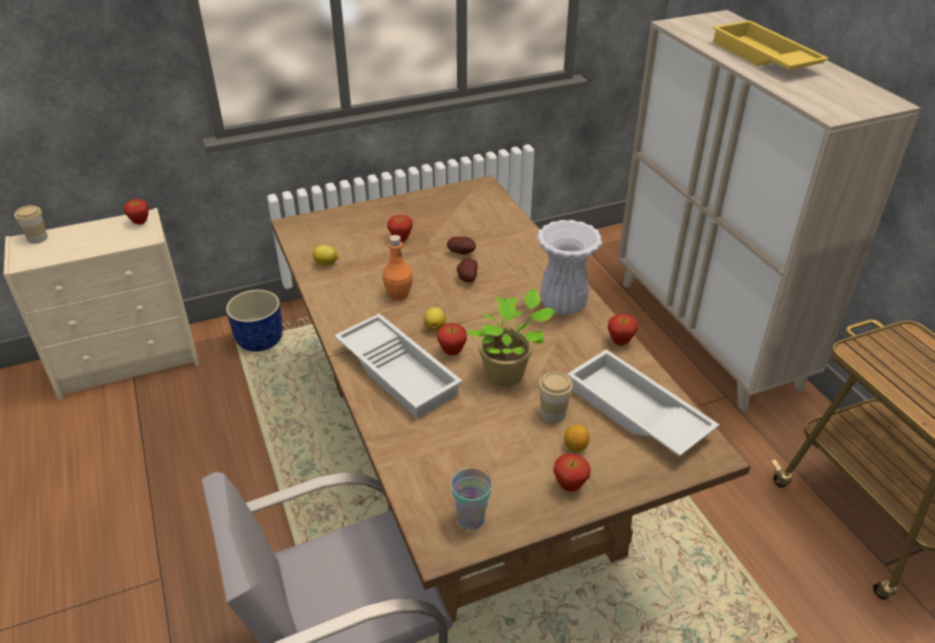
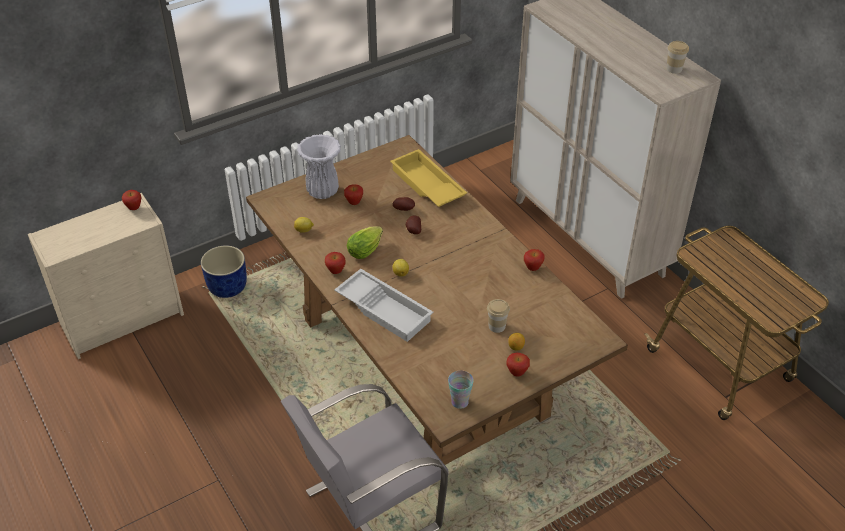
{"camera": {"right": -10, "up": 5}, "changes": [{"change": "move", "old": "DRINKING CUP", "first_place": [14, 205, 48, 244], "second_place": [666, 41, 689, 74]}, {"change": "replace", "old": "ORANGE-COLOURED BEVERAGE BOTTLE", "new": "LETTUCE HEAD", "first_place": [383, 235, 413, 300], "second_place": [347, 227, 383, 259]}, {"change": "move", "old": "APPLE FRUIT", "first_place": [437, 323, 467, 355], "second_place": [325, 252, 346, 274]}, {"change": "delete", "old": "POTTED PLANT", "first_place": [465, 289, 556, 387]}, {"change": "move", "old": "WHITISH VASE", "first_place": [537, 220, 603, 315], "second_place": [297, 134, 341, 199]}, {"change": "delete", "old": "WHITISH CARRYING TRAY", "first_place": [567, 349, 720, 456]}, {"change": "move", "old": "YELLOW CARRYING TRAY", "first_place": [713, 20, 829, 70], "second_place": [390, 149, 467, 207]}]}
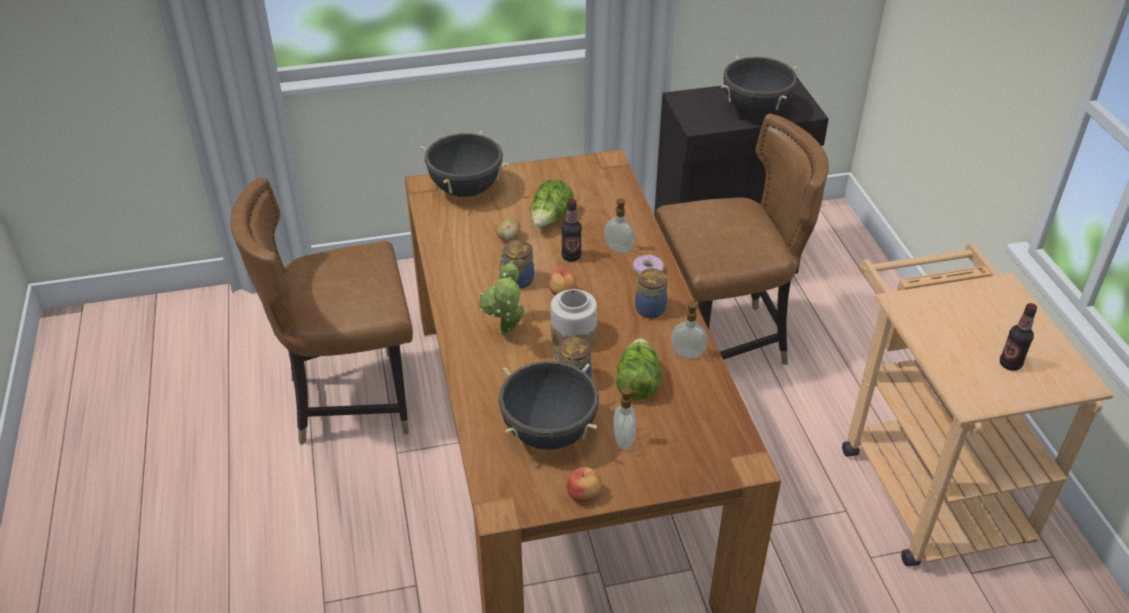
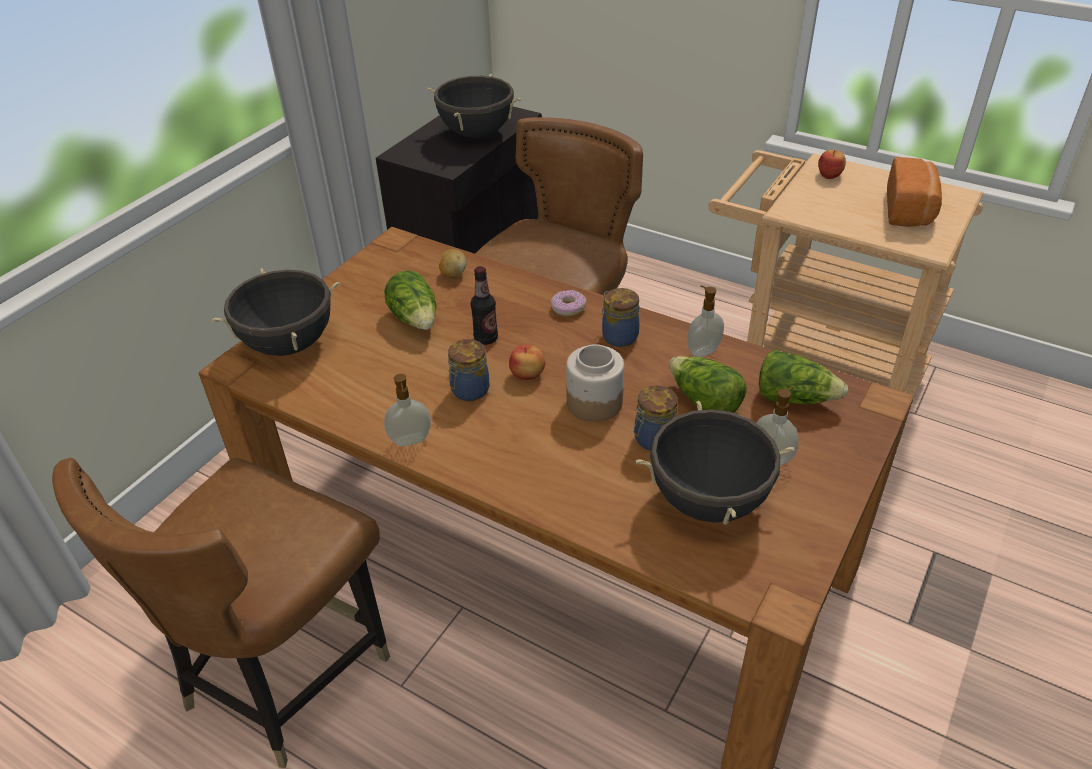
{"camera": {"right": -45, "up": 0}, "changes": [{"change": "delete", "old": "POTTED PLANT", "first_place": [479, 261, 527, 335]}, {"change": "move", "old": "WHOLE POTATO", "first_place": [496, 217, 521, 241], "second_place": [439, 249, 467, 277]}, {"change": "move", "old": "APPLE FRUIT", "first_place": [567, 467, 602, 502], "second_place": [818, 150, 846, 179]}, {"change": "move", "old": "SOAP BOTTLE", "first_place": [604, 198, 635, 253], "second_place": [384, 374, 431, 446]}, {"change": "replace", "old": "BEVERAGE BOTTLE", "new": "BREAD", "first_place": [1000, 303, 1037, 371], "second_place": [887, 157, 942, 227]}, {"change": "insert", "new": "LETTUCE HEAD", "second_place": [759, 350, 849, 404]}]}
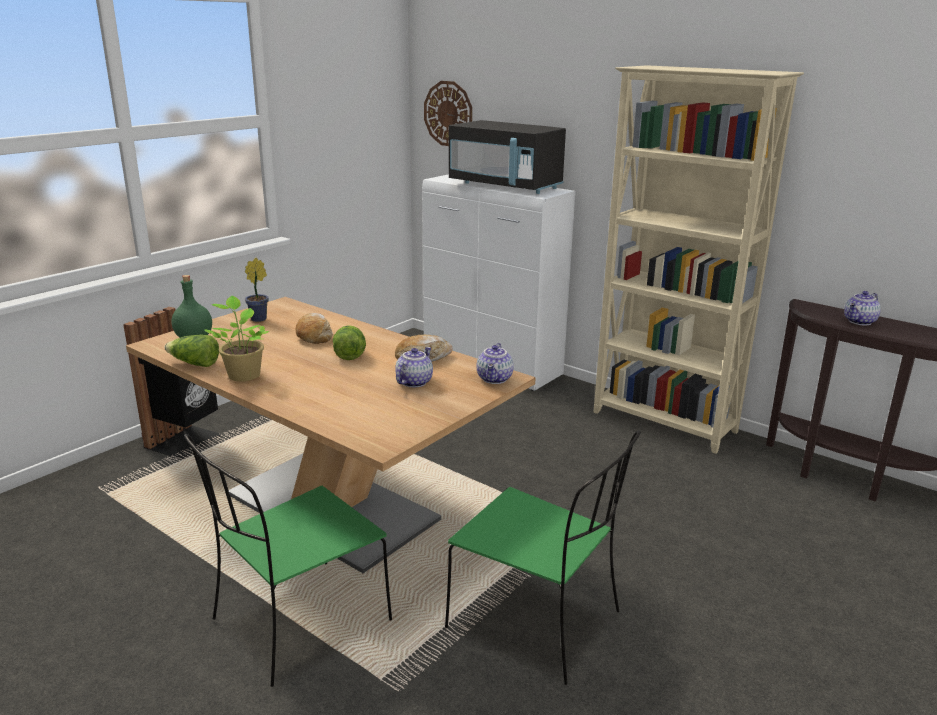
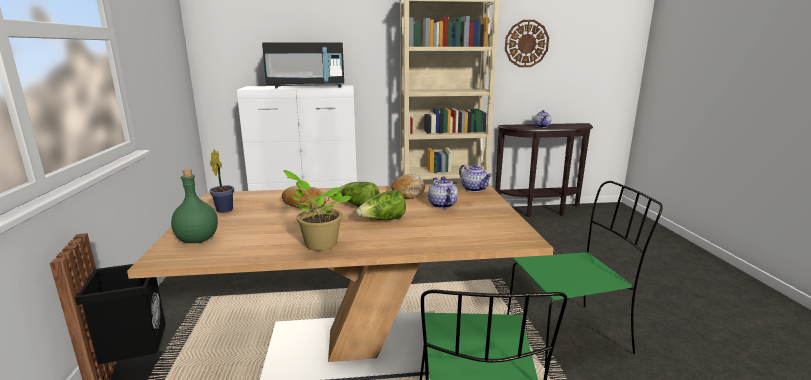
{"camera": {"right": -45, "up": -5}, "changes": [{"change": "move", "old": "LETTUCE HEAD", "first_place": [164, 334, 219, 367], "second_place": [356, 190, 406, 220]}, {"change": "move", "old": "CLOCK ON THE WALL", "first_place": [424, 81, 472, 146], "second_place": [505, 20, 549, 67]}]}
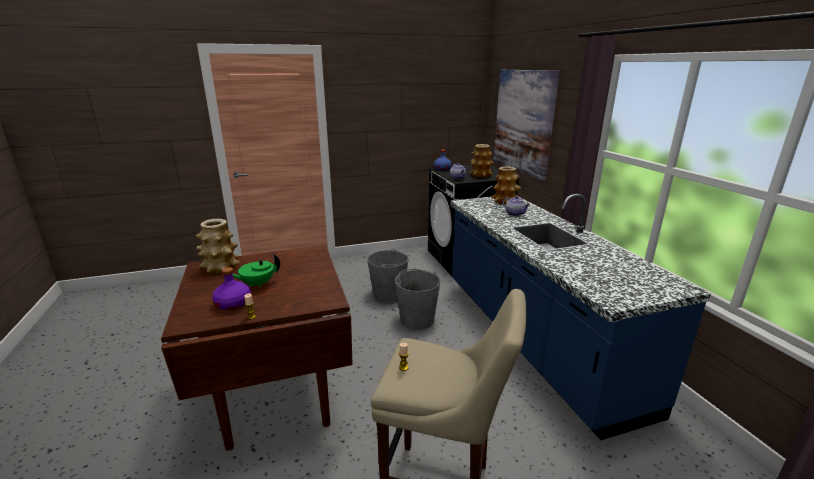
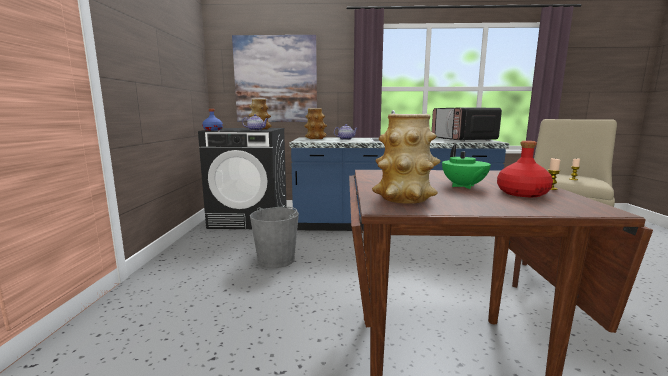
{"camera": {"right": -70, "up": -10}, "changes": [{"change": "recolor", "old": "PURPLE BEVERAGE BOTTLE", "new": "REDDISH BEVERAGE BOTTLE", "first_place": [212, 267, 251, 310], "second_place": [497, 141, 553, 197]}, {"change": "delete", "old": "GRAY WATER BUCKET", "first_place": [395, 269, 440, 330]}, {"change": "insert", "new": "KITCHEN MICROWAVE", "second_place": [432, 108, 502, 141]}]}
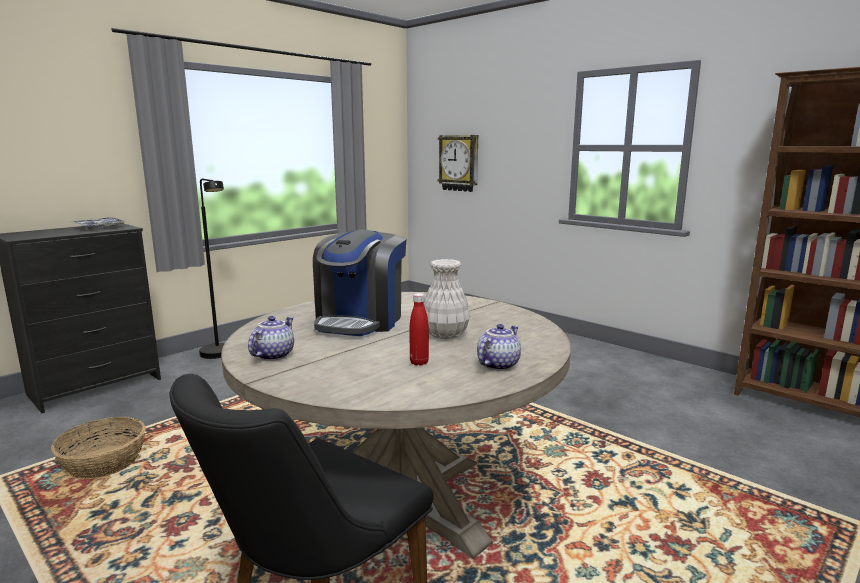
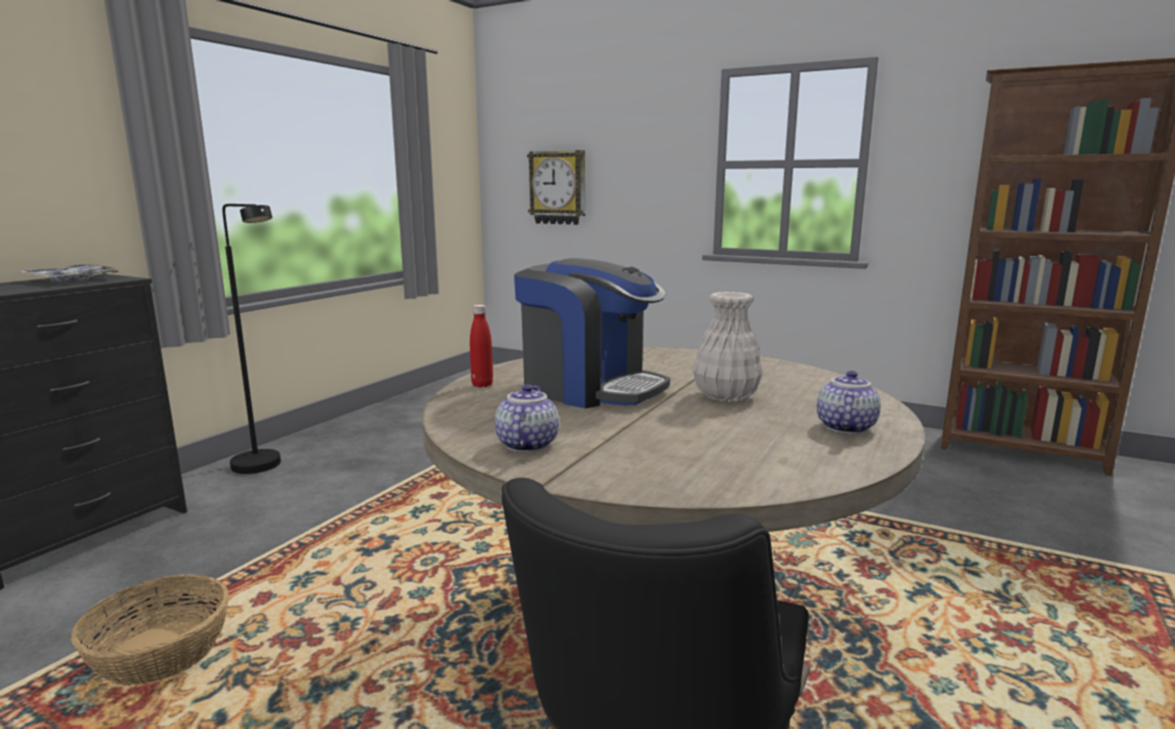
{"camera": {"right": -15, "up": 0}, "changes": [{"change": "rotate", "old": "COFFEE MACHINE", "first_place": [313, 230, 407, 336], "second_place": [514, 258, 670, 409], "degrees": -60}, {"change": "move", "old": "REDDISH BEVERAGE BOTTLE", "first_place": [410, 293, 429, 366], "second_place": [470, 305, 493, 387]}]}
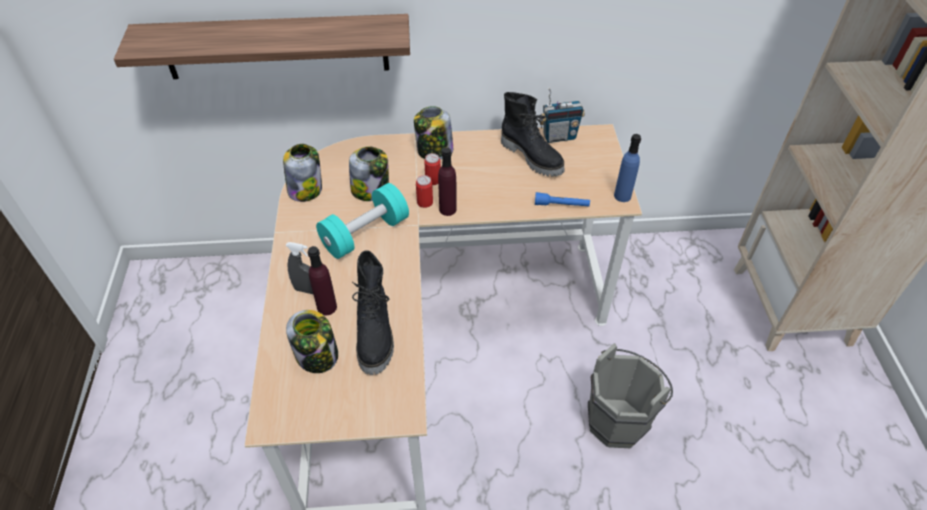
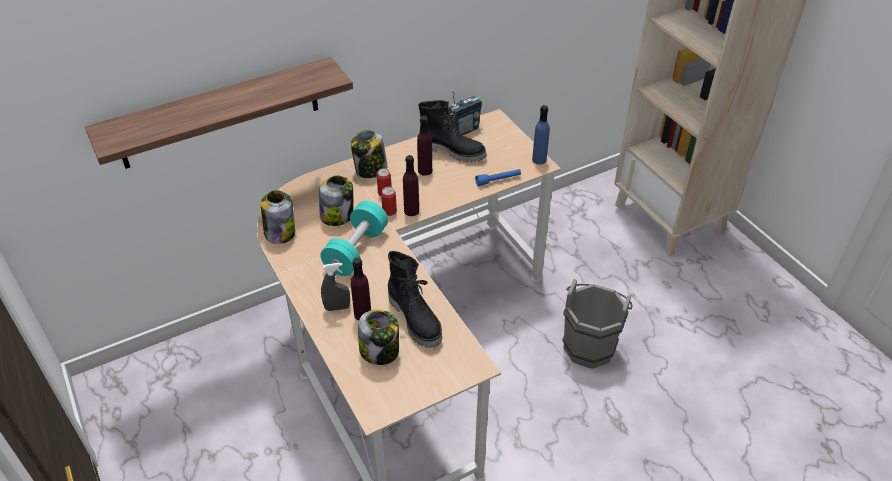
{"camera": {"right": -25, "up": -5}, "changes": [{"change": "insert", "new": "PURPLE BEVERAGE BOTTLE", "second_place": [417, 116, 432, 176]}]}
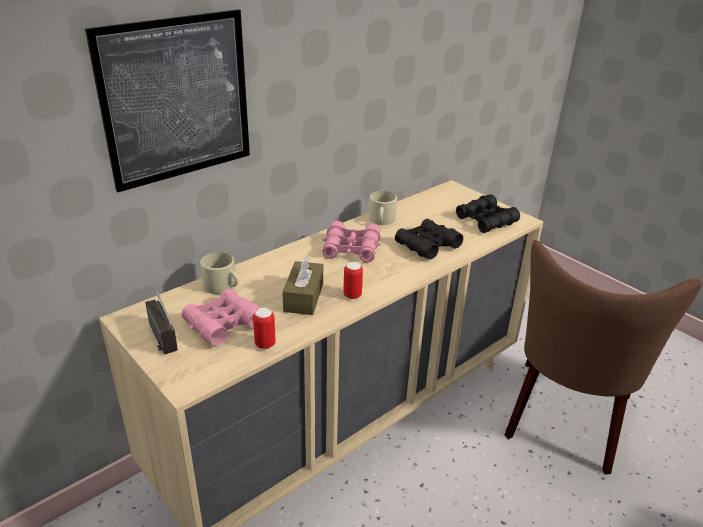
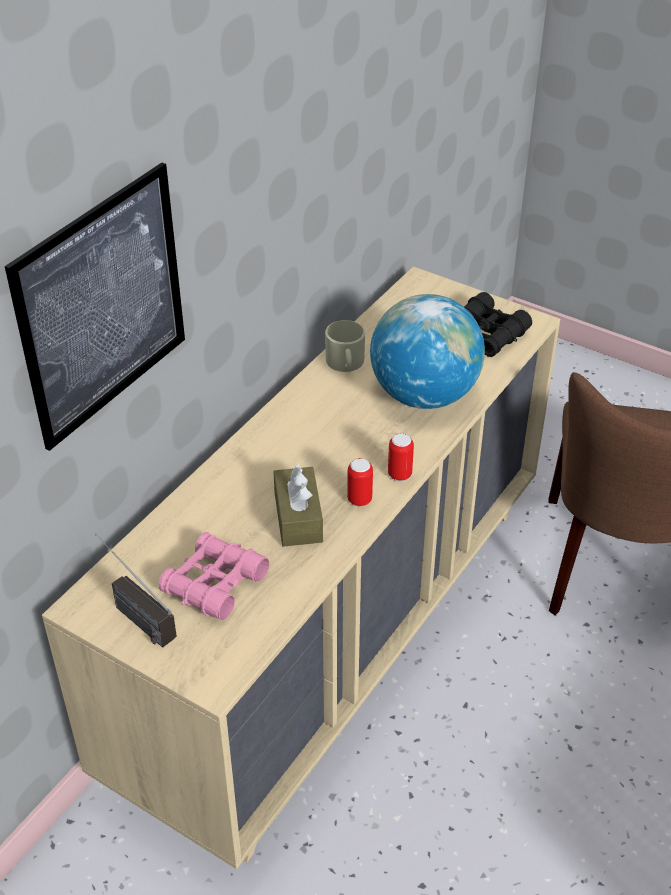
{"camera": {"right": -15, "up": 10}, "changes": [{"change": "delete", "old": "BEIGE COFFEE MUG", "first_place": [200, 252, 239, 294]}, {"change": "move", "old": "METAL CAN", "first_place": [253, 308, 276, 349], "second_place": [388, 433, 414, 481]}, {"change": "delete", "old": "PINK-COLOURED PAIR OF BINOCULARS", "first_place": [322, 221, 381, 262]}, {"change": "replace", "old": "BLACK PAIR OF BINOCULARS", "new": "GLOBE", "first_place": [395, 219, 463, 259], "second_place": [370, 294, 485, 409]}]}
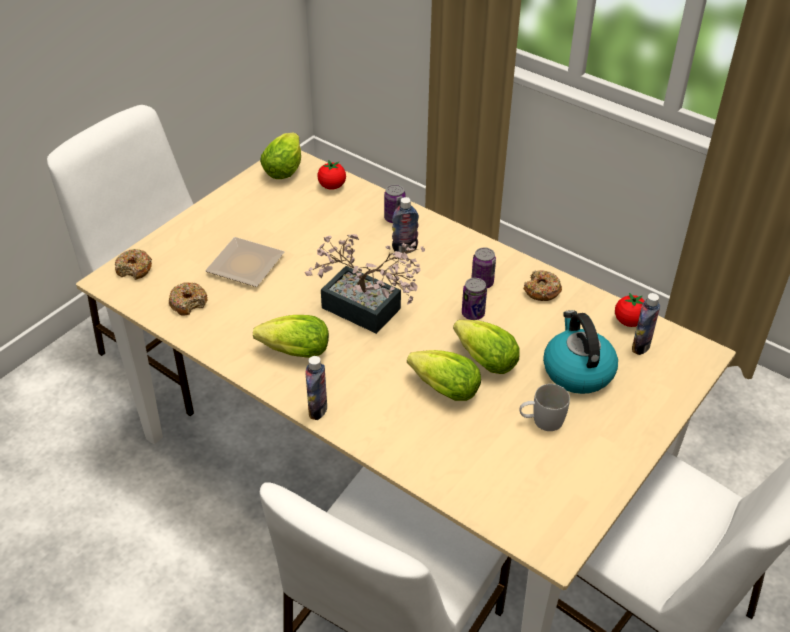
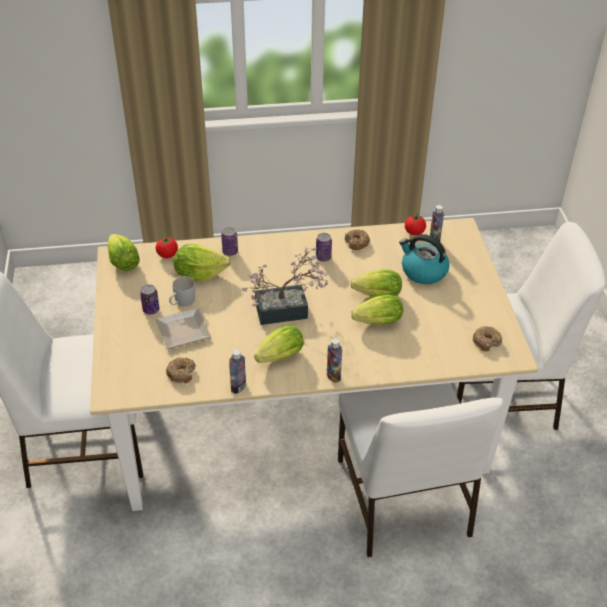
{"camera": {"right": -45, "up": 0}, "changes": [{"change": "move", "old": "RING DOUGHNUT", "first_place": [115, 249, 152, 280], "second_place": [473, 326, 502, 351]}, {"change": "move", "old": "BEVERAGE BOTTLE", "first_place": [392, 197, 419, 253], "second_place": [229, 349, 246, 394]}, {"change": "move", "old": "METAL CAN", "first_place": [462, 278, 487, 320], "second_place": [140, 284, 159, 314]}, {"change": "move", "old": "WHITISH COFFEE MUG", "first_place": [520, 384, 570, 431], "second_place": [169, 276, 195, 307]}, {"change": "insert", "new": "LETTUCE HEAD", "second_place": [174, 244, 231, 281]}]}
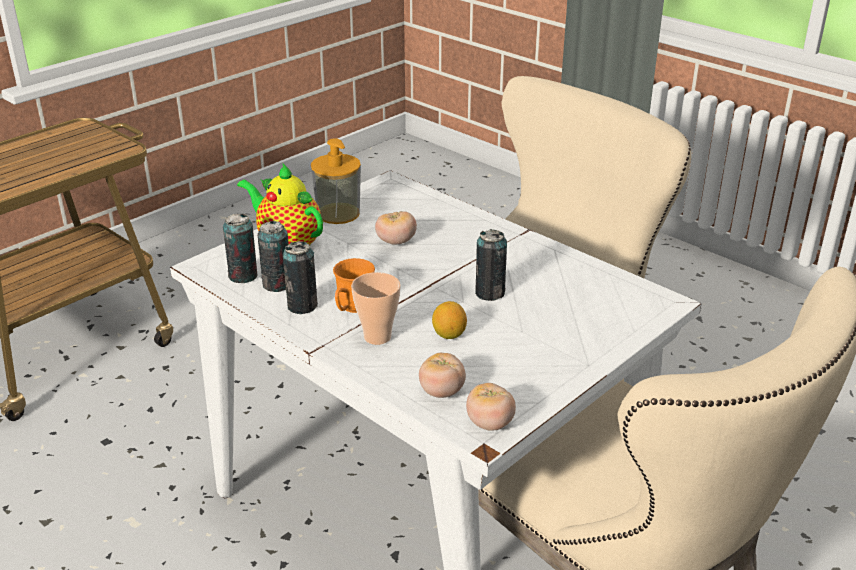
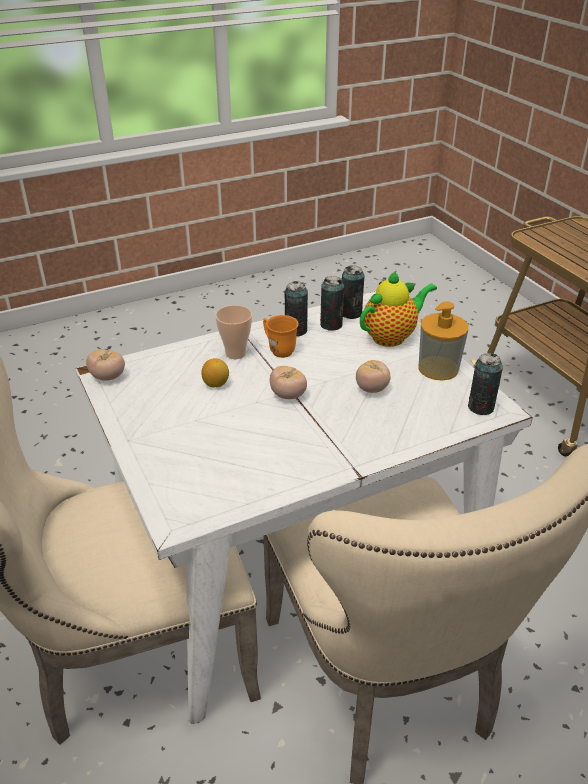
{"camera": {"right": 110, "up": 5}, "changes": [{"change": "move", "old": "TOMATO", "first_place": [419, 353, 466, 398], "second_place": [270, 366, 307, 399]}, {"change": "move", "old": "METAL CAN", "first_place": [475, 229, 507, 301], "second_place": [468, 353, 503, 415]}]}
